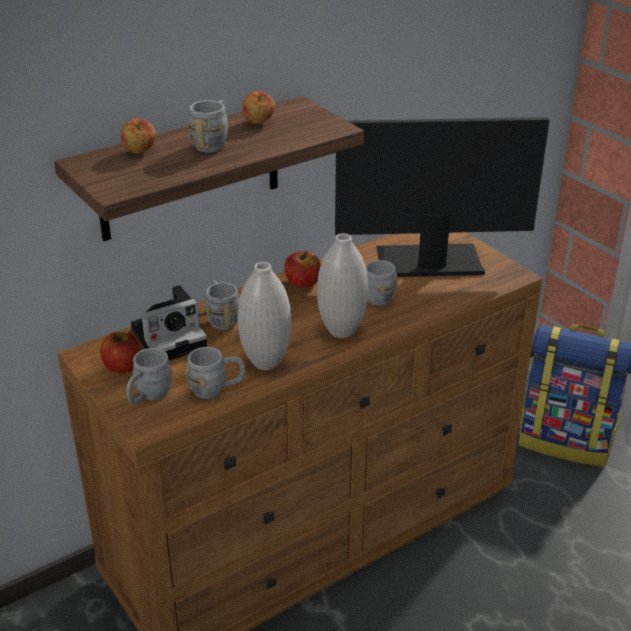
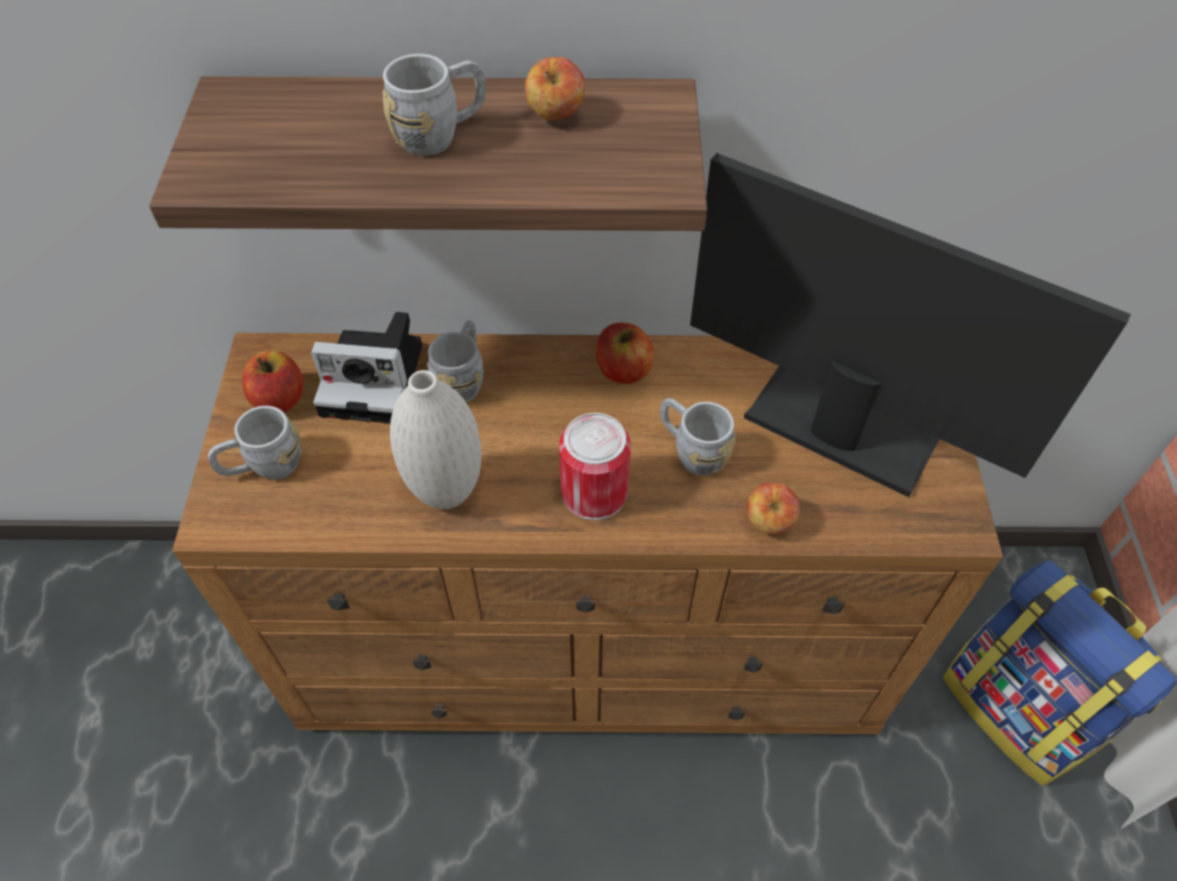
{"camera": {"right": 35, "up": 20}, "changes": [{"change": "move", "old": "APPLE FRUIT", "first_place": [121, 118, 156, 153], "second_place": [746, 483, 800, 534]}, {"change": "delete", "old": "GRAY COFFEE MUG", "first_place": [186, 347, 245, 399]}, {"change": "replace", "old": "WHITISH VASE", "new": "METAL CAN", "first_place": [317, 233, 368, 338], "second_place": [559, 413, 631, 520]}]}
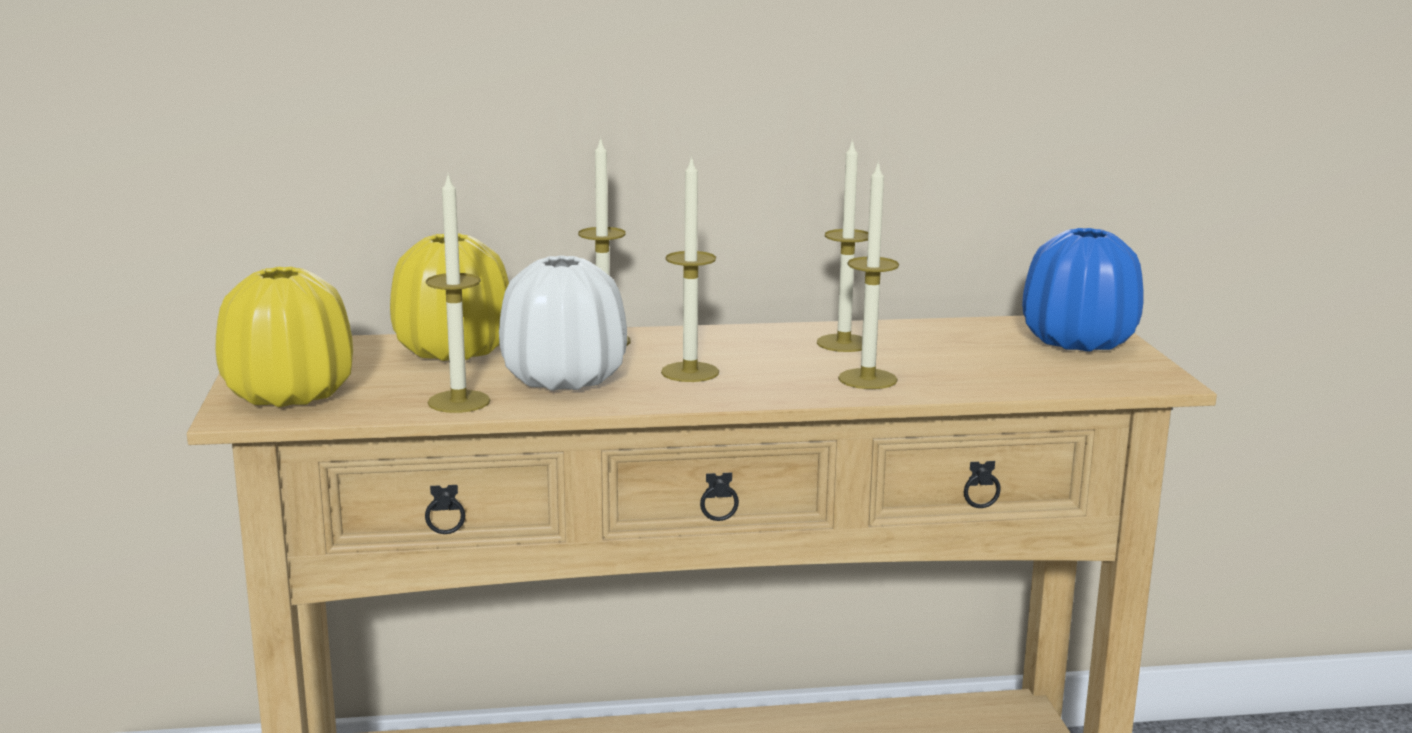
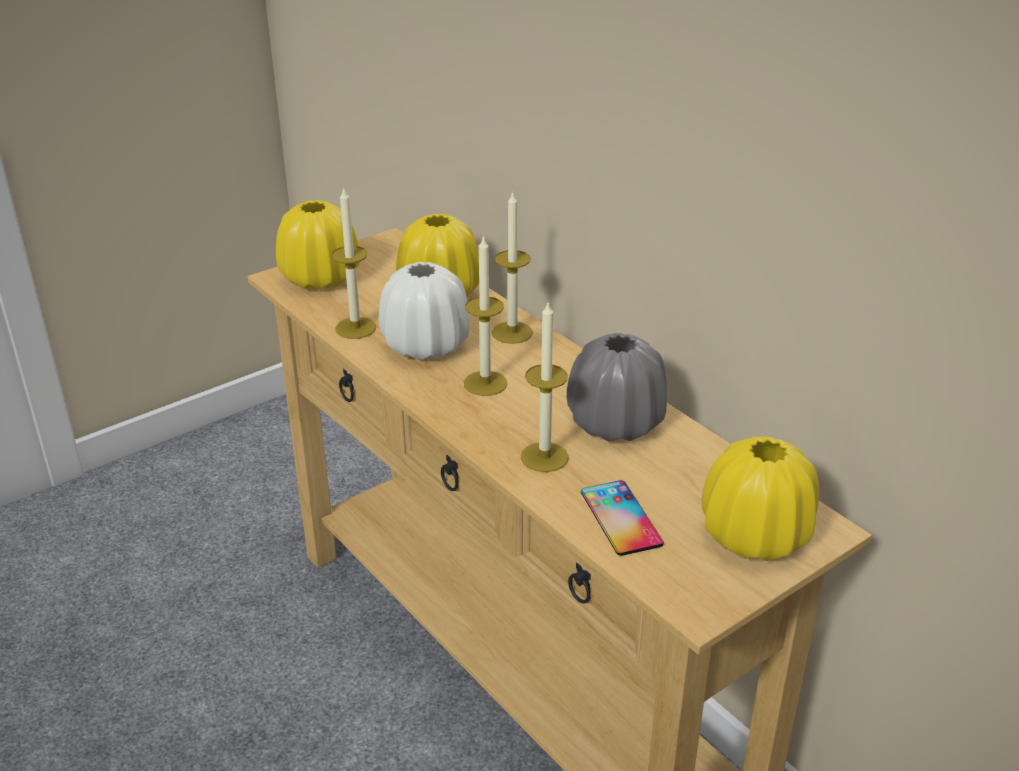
{"camera": {"right": 60, "up": 15}, "changes": [{"change": "replace", "old": "CANDLE", "new": "GRAY VASE", "first_place": [817, 139, 868, 352], "second_place": [567, 333, 667, 442]}, {"change": "recolor", "old": "BLUISH VASE", "new": "YELLOW VASE", "first_place": [1022, 228, 1144, 351], "second_place": [701, 436, 819, 561]}, {"change": "insert", "new": "PHONE", "second_place": [581, 480, 664, 556]}]}
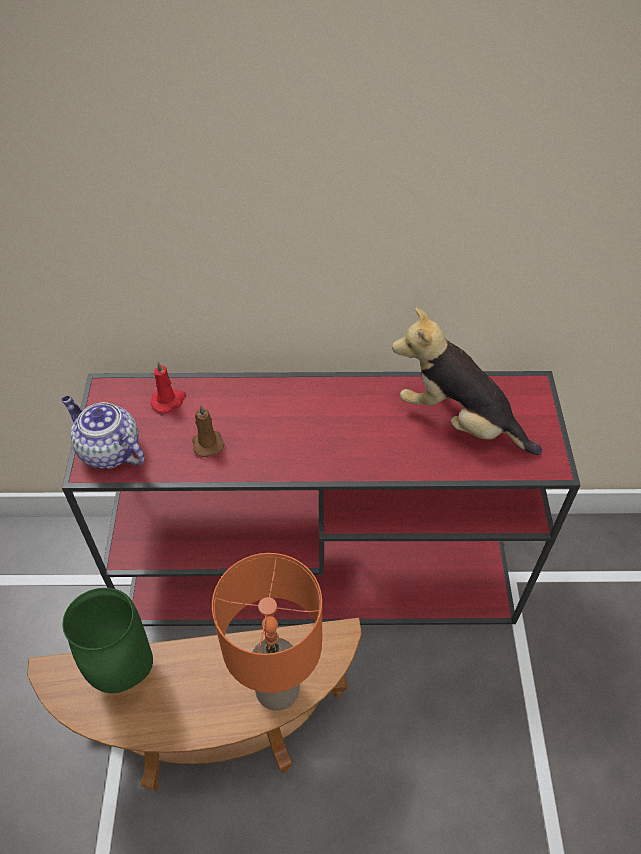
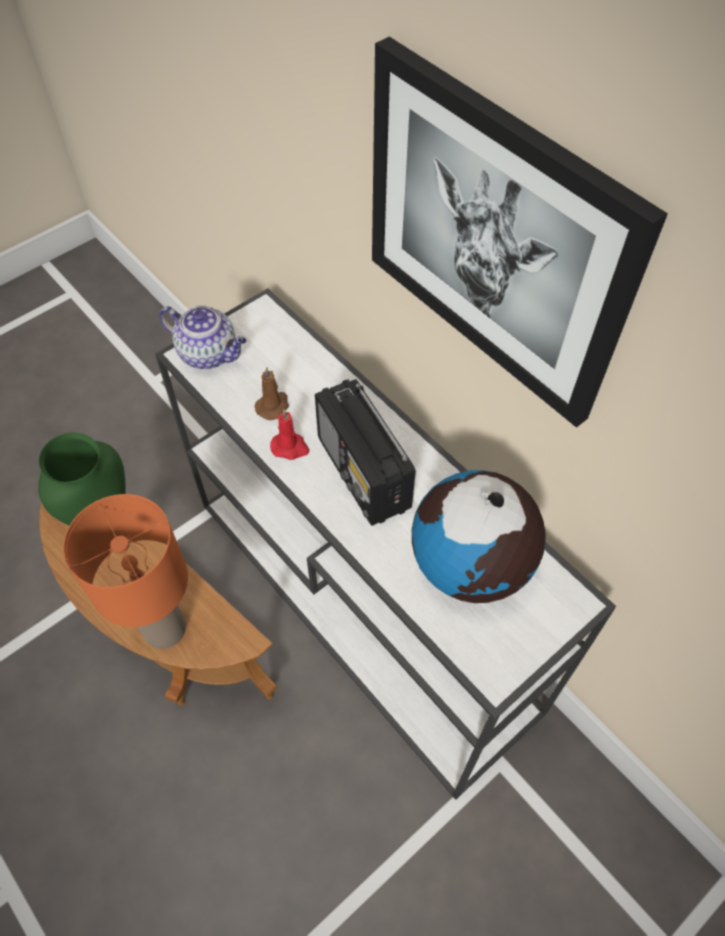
{"camera": {"right": 50, "up": 5}, "changes": [{"change": "rotate", "old": "POT FOR TEA", "first_place": [61, 396, 145, 469], "second_place": [159, 305, 247, 369], "degrees": 120}, {"change": "recolor", "old": "REDDISH NARROW TABLE", "new": "WHITISH NARROW TABLE", "first_place": [62, 371, 580, 626], "second_place": [155, 288, 616, 800]}, {"change": "move", "old": "REDDISH CANDLE", "first_place": [150, 361, 186, 413], "second_place": [270, 409, 309, 460]}, {"change": "replace", "old": "CUDDLY TOY", "new": "GLOBE", "first_place": [392, 307, 542, 455], "second_place": [412, 470, 546, 603]}, {"change": "insert", "new": "RADIO RECEIVER", "second_place": [315, 379, 416, 526]}, {"change": "insert", "new": "PICTURE", "second_place": [372, 37, 668, 428]}]}
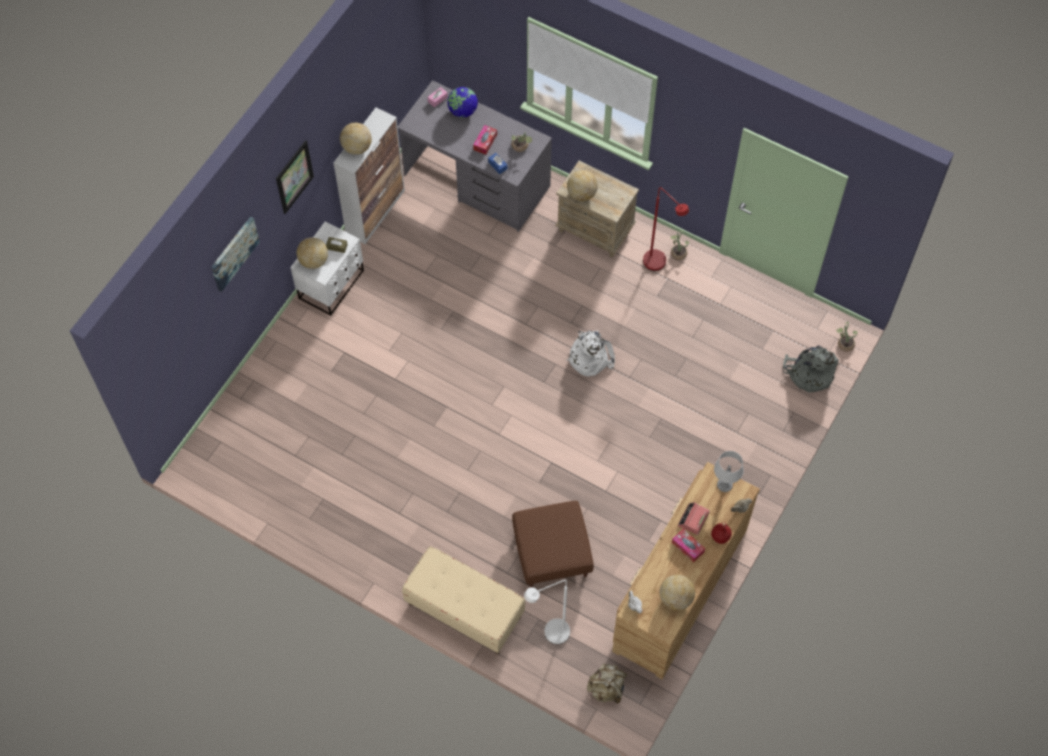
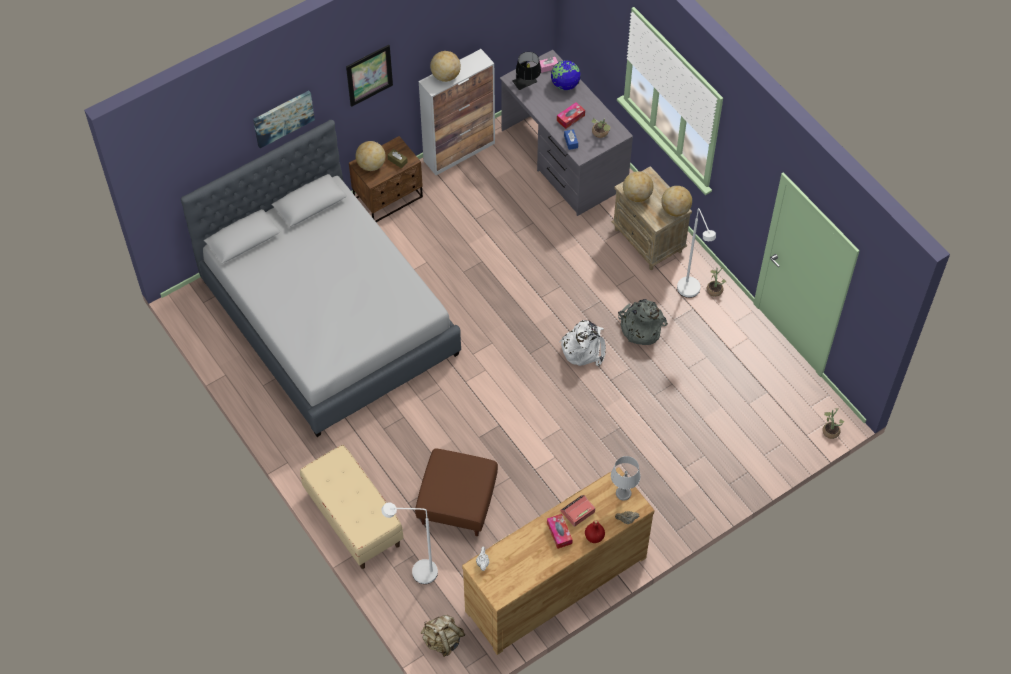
{"camera": {"right": 25, "up": -5}, "changes": [{"change": "recolor", "old": "WHITISH NIGHT TABLE", "new": "BROWN NIGHT TABLE", "first_place": [290, 221, 364, 316], "second_place": [349, 136, 423, 222]}, {"change": "recolor", "old": "REDDISH STANDARD LAMP", "new": "WHITISH STANDARD LAMP", "first_place": [643, 187, 689, 271], "second_place": [677, 208, 716, 298]}, {"change": "move", "old": "GLOBE", "first_place": [660, 575, 695, 610], "second_place": [661, 186, 692, 216]}, {"change": "move", "old": "GRAY RUCKSACK", "first_place": [783, 345, 839, 393], "second_place": [618, 299, 668, 345]}, {"change": "insert", "new": "GRAY SLEEPING BED", "second_place": [181, 120, 461, 437]}, {"change": "insert", "new": "BLACK LAMP FOR A TABLE", "second_place": [512, 52, 541, 90]}]}
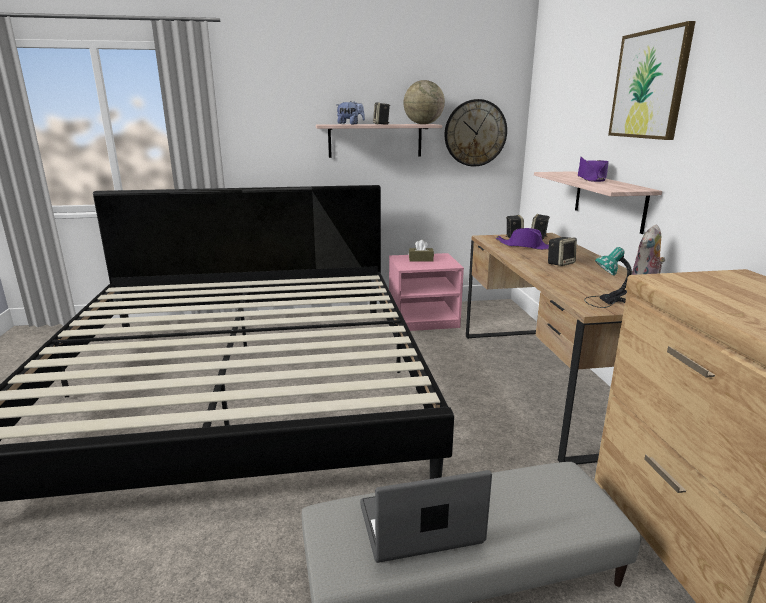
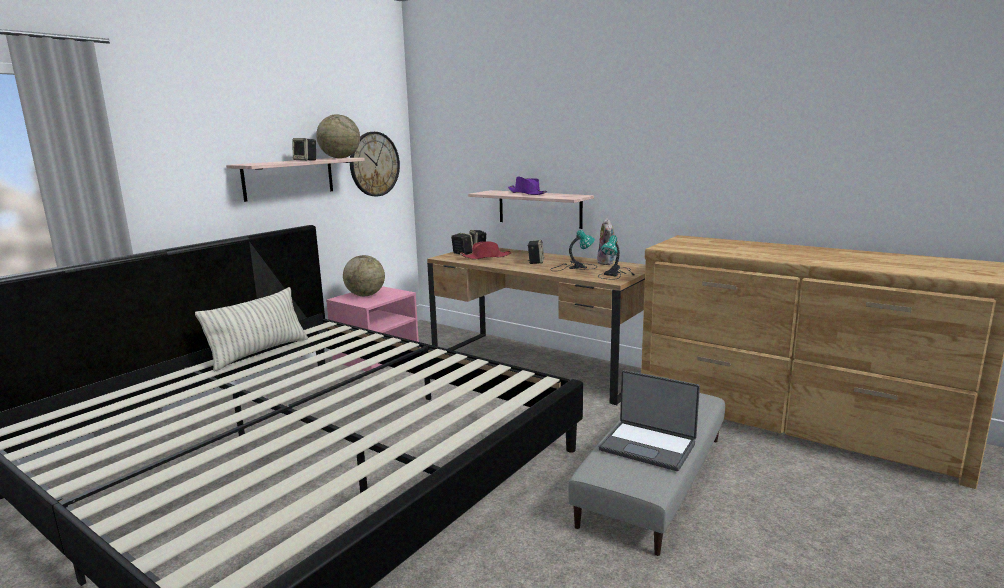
{"camera": {"right": -45, "up": -5}, "changes": [{"change": "delete", "old": "CUDDLY TOY", "first_place": [336, 101, 365, 124]}, {"change": "rotate", "old": "NOTEBOOK COMPUTER", "first_place": [360, 470, 492, 563], "second_place": [599, 370, 700, 471], "degrees": -90}, {"change": "replace", "old": "BROWN TISSUE HOLDER", "new": "GLOBE", "first_place": [409, 240, 434, 262], "second_place": [343, 255, 385, 296]}, {"change": "recolor", "old": "PURPLE CLOTHING HAT", "new": "REDDISH CLOTHING HAT", "first_place": [496, 228, 549, 250], "second_place": [460, 241, 511, 259]}, {"change": "delete", "old": "PICTURE", "first_place": [608, 21, 696, 140]}, {"change": "insert", "new": "CUSHION", "second_place": [195, 287, 308, 372]}, {"change": "insert", "new": "LAMP FOR A TABLE", "second_place": [550, 230, 597, 271]}]}
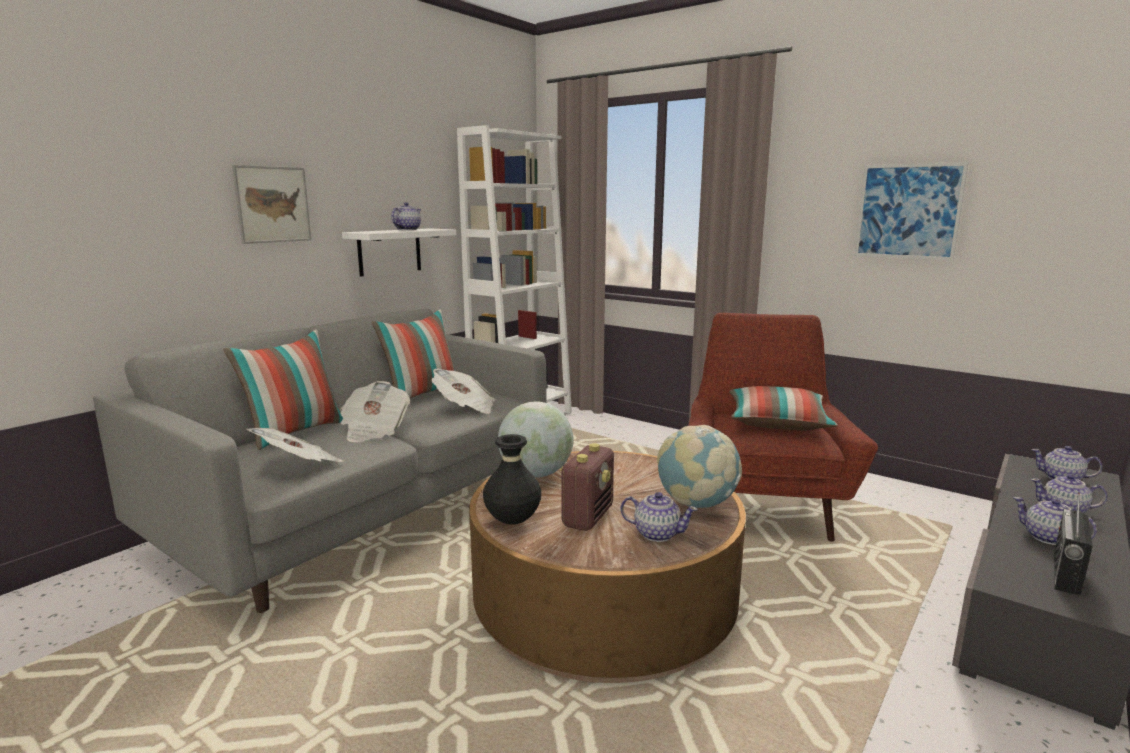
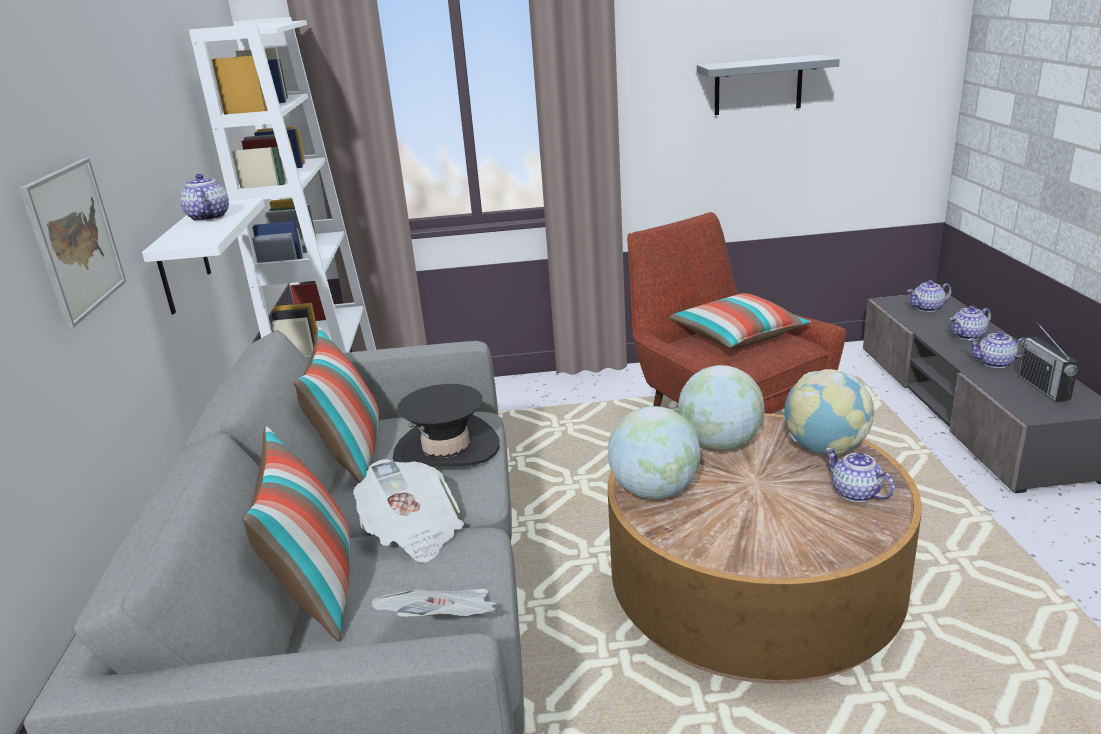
{"camera": {"right": -40, "up": 10}, "changes": [{"change": "replace", "old": "PRINTED PAPER", "new": "BLACK CLOTHING HAT", "first_place": [432, 369, 495, 414], "second_place": [393, 384, 500, 467]}, {"change": "delete", "old": "BLACK VASE", "first_place": [483, 434, 542, 525]}, {"change": "delete", "old": "RADIO RECEIVER", "first_place": [560, 443, 614, 531]}, {"change": "rotate", "old": "POT FOR TEA", "first_place": [620, 492, 698, 542], "second_place": [825, 448, 895, 502], "degrees": -105}, {"change": "replace", "old": "PICTURE", "new": "GRAY WALL SHELF", "first_place": [855, 162, 968, 260], "second_place": [697, 55, 840, 115]}, {"change": "insert", "new": "GLOBE", "second_place": [678, 365, 765, 450]}]}
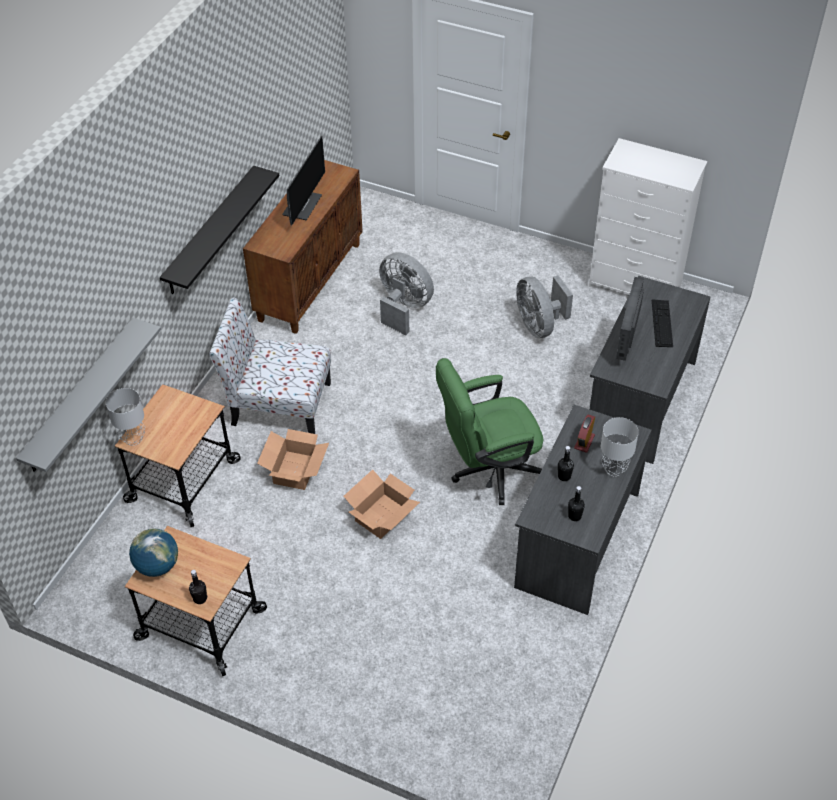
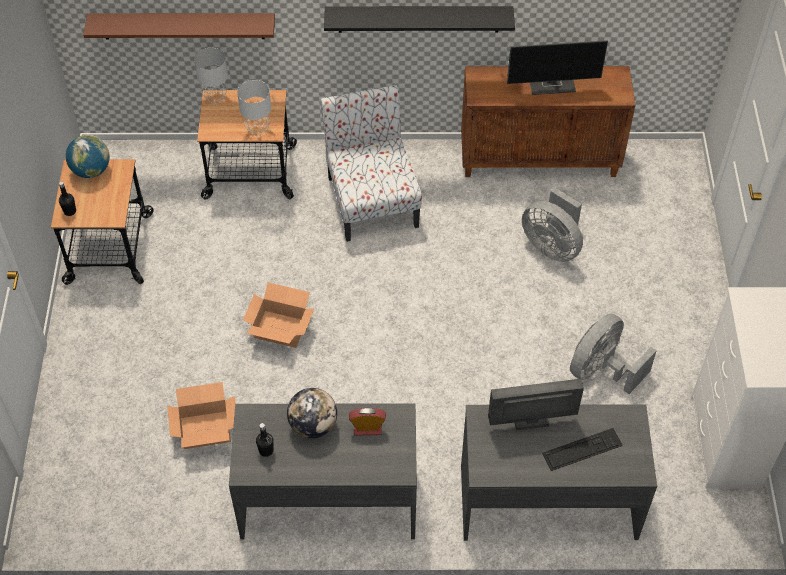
{"camera": {"right": 65, "up": 5}, "changes": [{"change": "recolor", "old": "GRAY WALL SHELF", "new": "BROWN WALL SHELF", "first_place": [16, 318, 161, 472], "second_place": [83, 13, 275, 39]}, {"change": "move", "old": "CARDBOARD BOX", "first_place": [257, 429, 329, 490], "second_place": [167, 382, 236, 449]}, {"change": "rotate", "old": "GRAY COOLING FAN", "first_place": [379, 252, 434, 335], "second_place": [522, 187, 583, 262], "degrees": 120}, {"change": "delete", "old": "GREEN-COLOURED DESK CHAIR", "first_place": [436, 358, 543, 505]}, {"change": "replace", "old": "BLACK BEVERAGE BOTTLE", "new": "GLOBE", "first_place": [558, 446, 574, 481], "second_place": [287, 388, 337, 438]}, {"change": "move", "old": "GRAY LAMP FOR A TABLE", "first_place": [601, 417, 639, 477], "second_place": [237, 80, 271, 137]}]}
